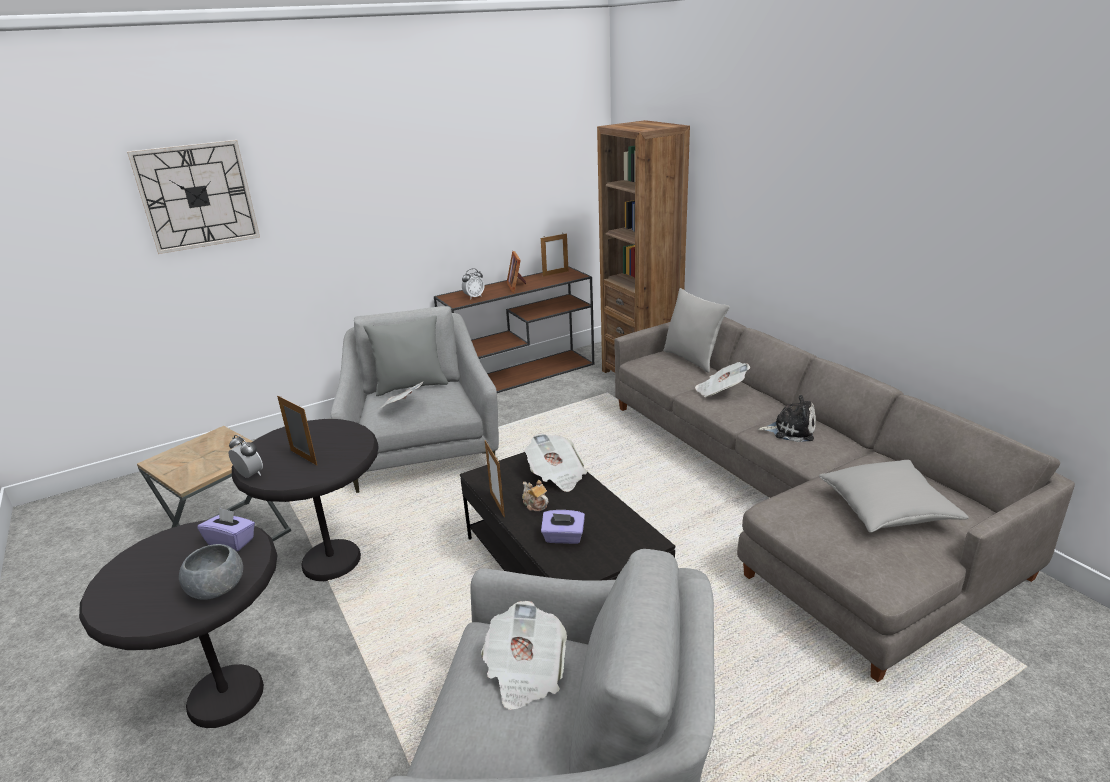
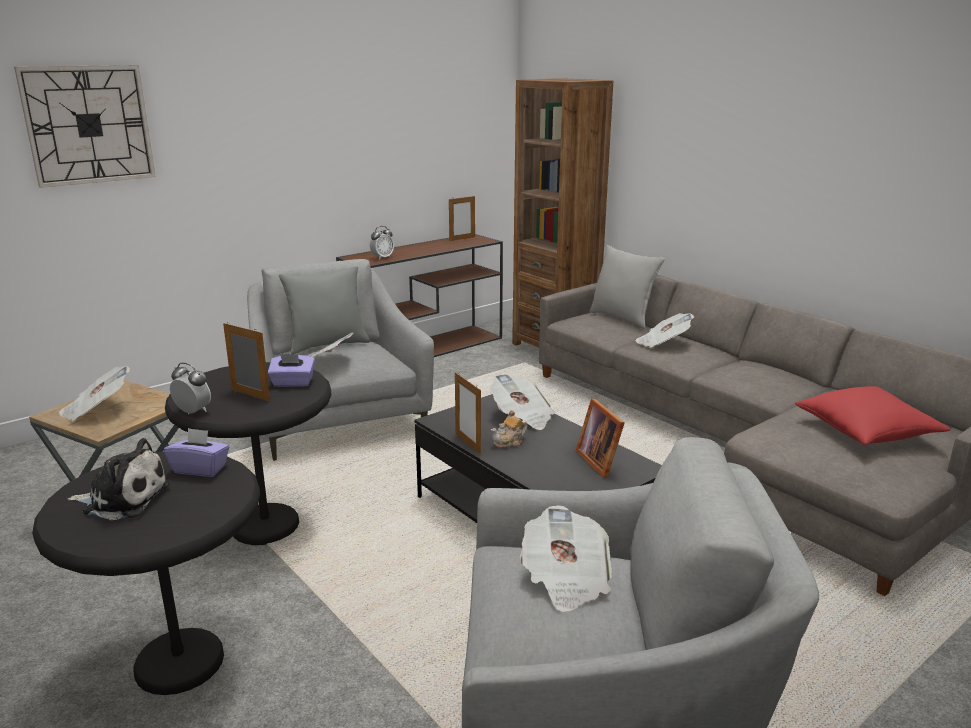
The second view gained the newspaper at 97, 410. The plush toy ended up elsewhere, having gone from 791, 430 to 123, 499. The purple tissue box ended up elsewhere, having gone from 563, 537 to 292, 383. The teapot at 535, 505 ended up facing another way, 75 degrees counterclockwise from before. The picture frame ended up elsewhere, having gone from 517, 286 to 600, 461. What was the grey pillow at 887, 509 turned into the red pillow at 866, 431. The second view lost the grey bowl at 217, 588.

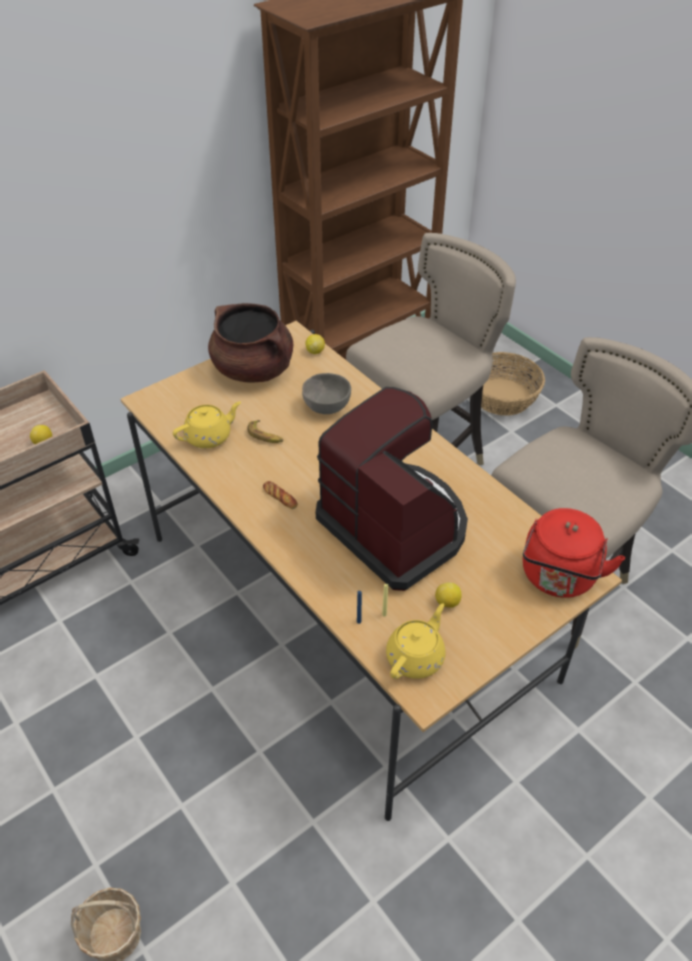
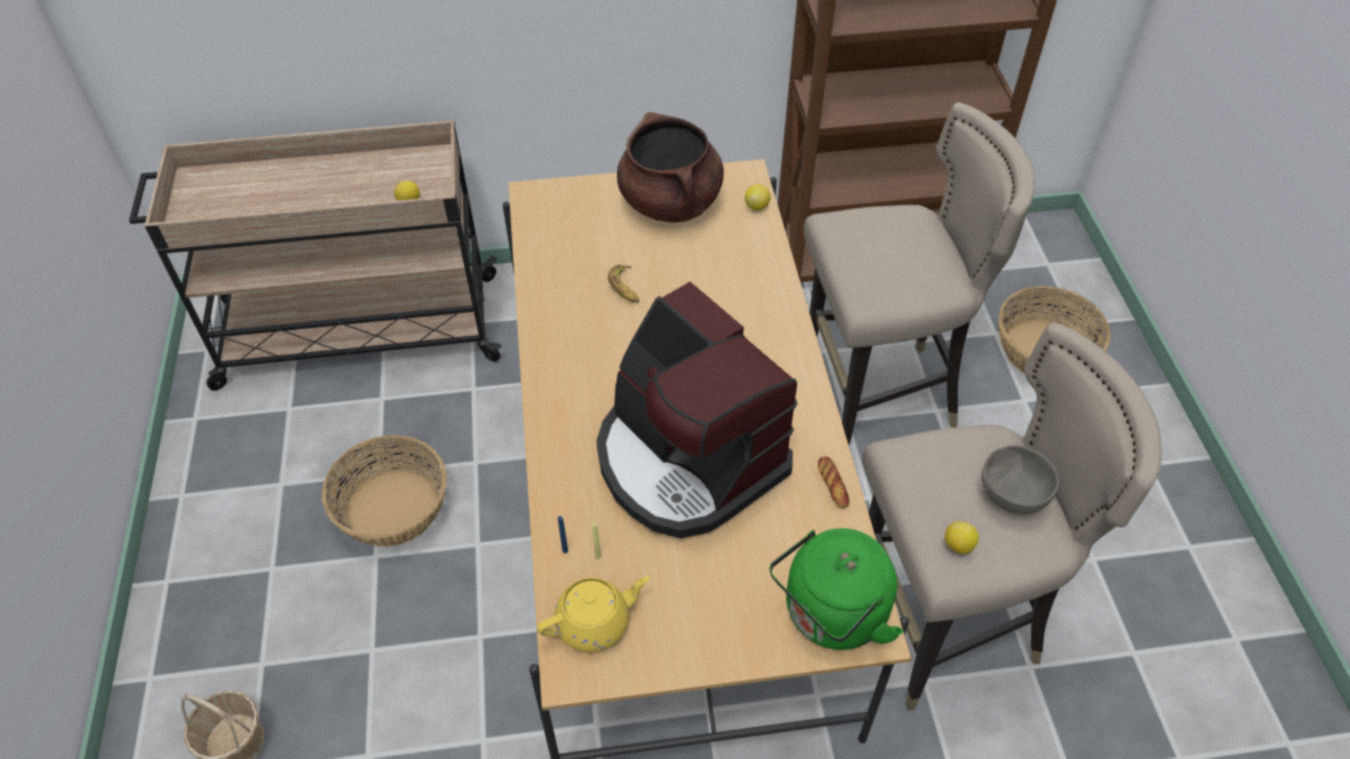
The second view gained the basket at 394, 508. The coffee machine at 395, 527 ended up facing another way, 150 degrees clockwise from before. What was the red kettle at 558, 578 turned into the green kettle at 831, 616. The bread ended up elsewhere, having gone from 280, 497 to 833, 484. The lemon ended up elsewhere, having gone from 447, 603 to 957, 545. The grey bowl ended up elsewhere, having gone from 326, 407 to 1011, 495. The second view lost the yellow teapot at 209, 436.

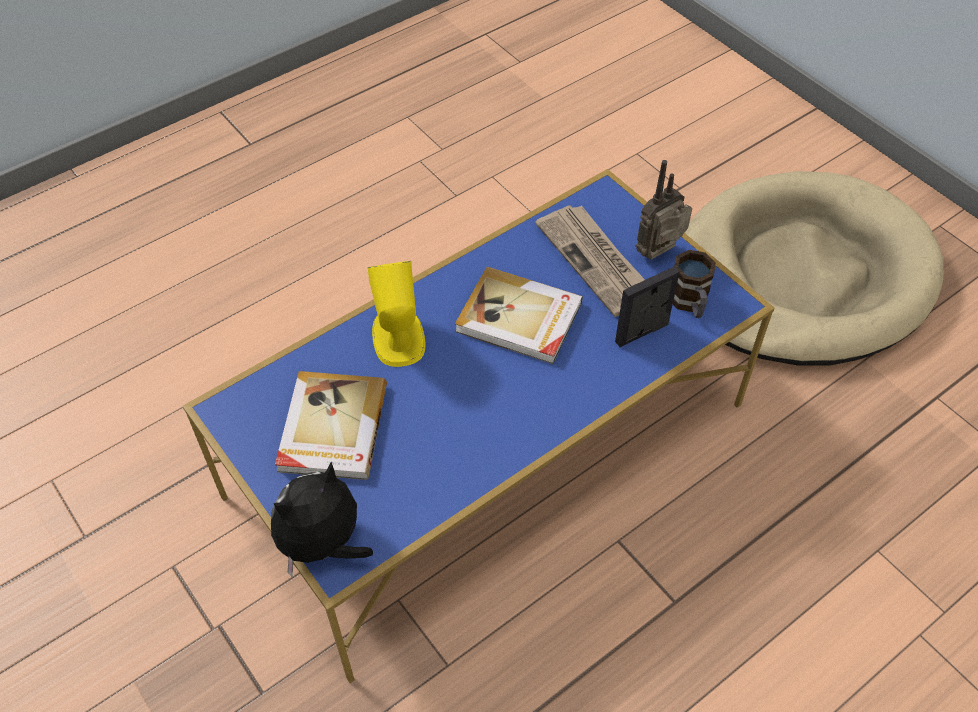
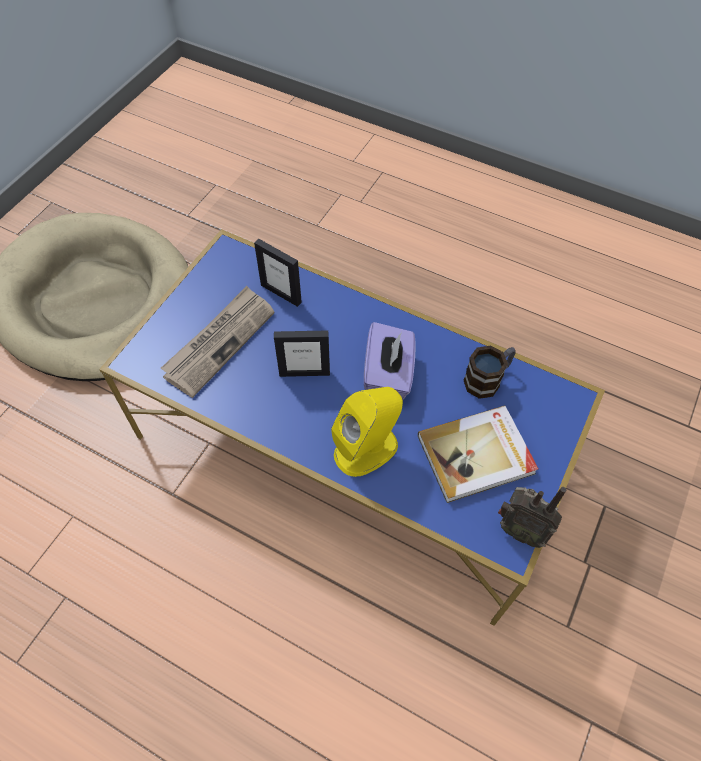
Where the book stood at 519, 319, the picture frame came to stand at 304, 372. The second view gained the purple tissue box at 388, 375. The mug ended up elsewhere, having gone from 690, 303 to 488, 379. The radio ended up elsewhere, having gone from 660, 254 to 519, 530. The second view lost the plush toy at 323, 545.

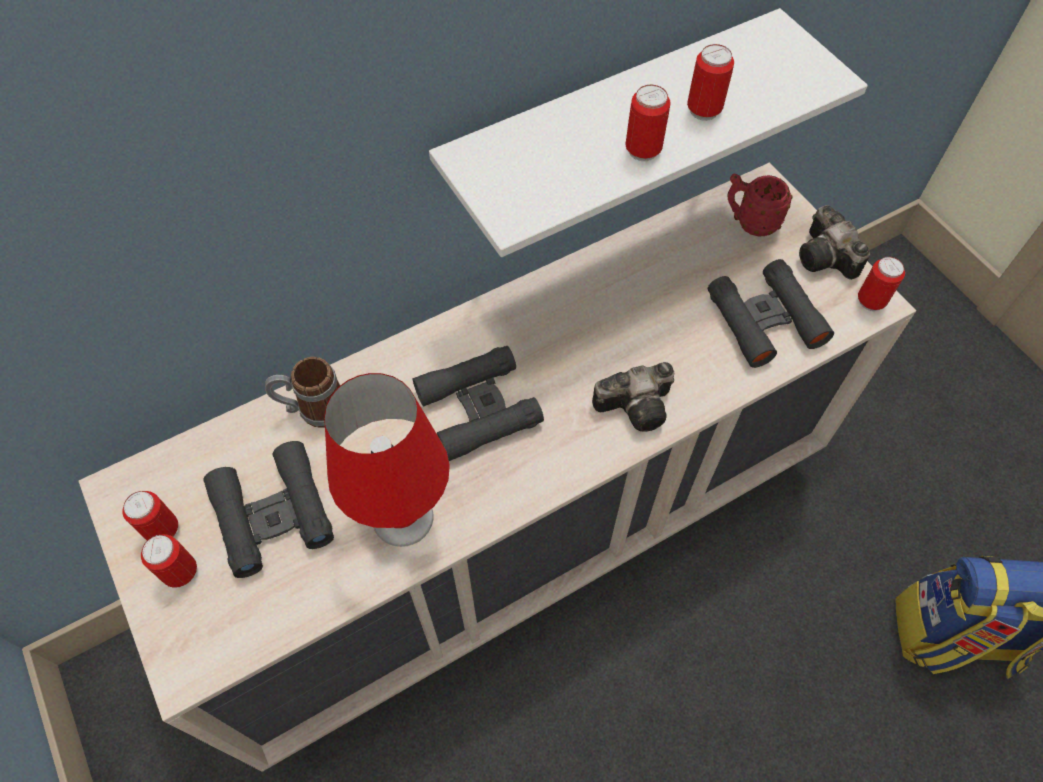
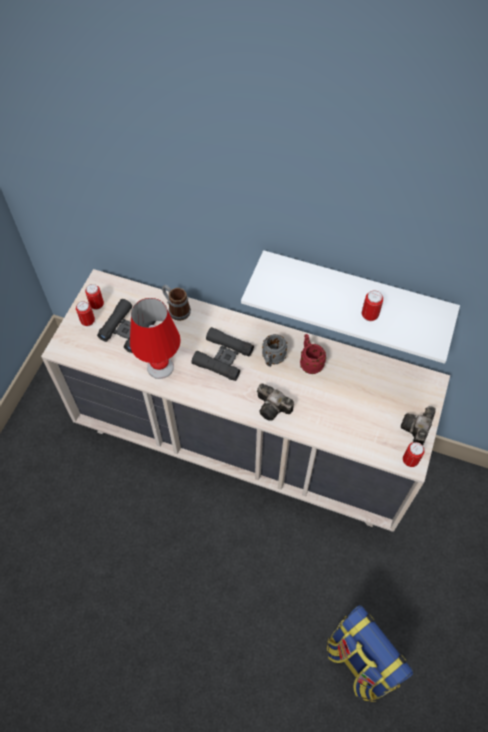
The second view gained the grey mug at 272, 360. The red mug ended up elsewhere, having gone from 750, 222 to 309, 362. The second view lost the can at 643, 151. The second view lost the black binoculars at 765, 320.

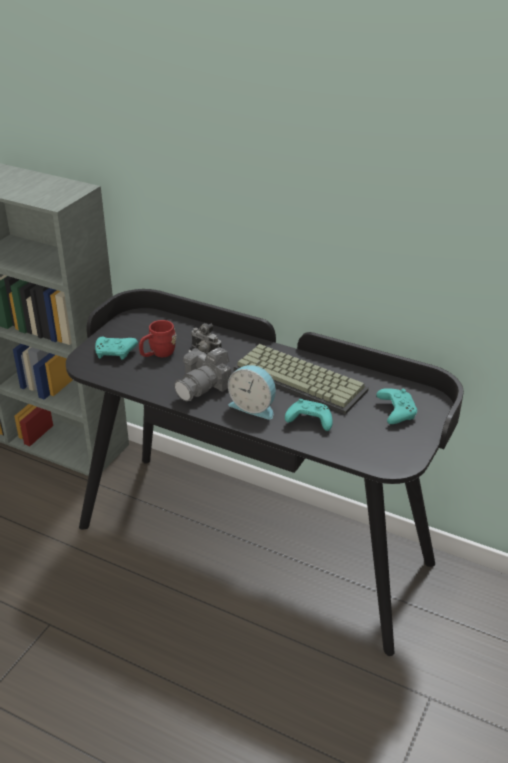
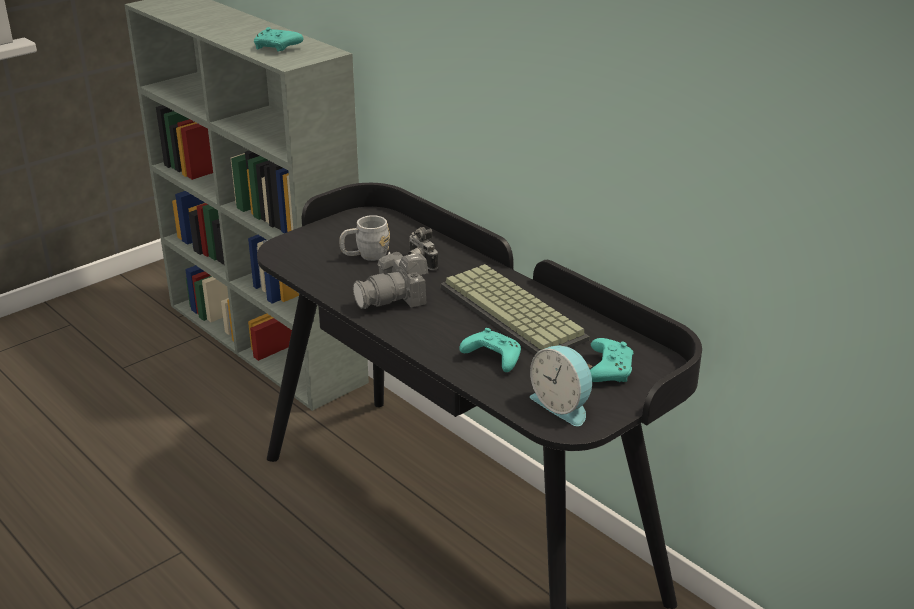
The turquoise game controller ended up elsewhere, having gone from 115, 353 to 277, 48. What was the red mug at 158, 354 turned into the grey mug at 365, 256. The alarm clock ended up elsewhere, having gone from 253, 407 to 562, 405.

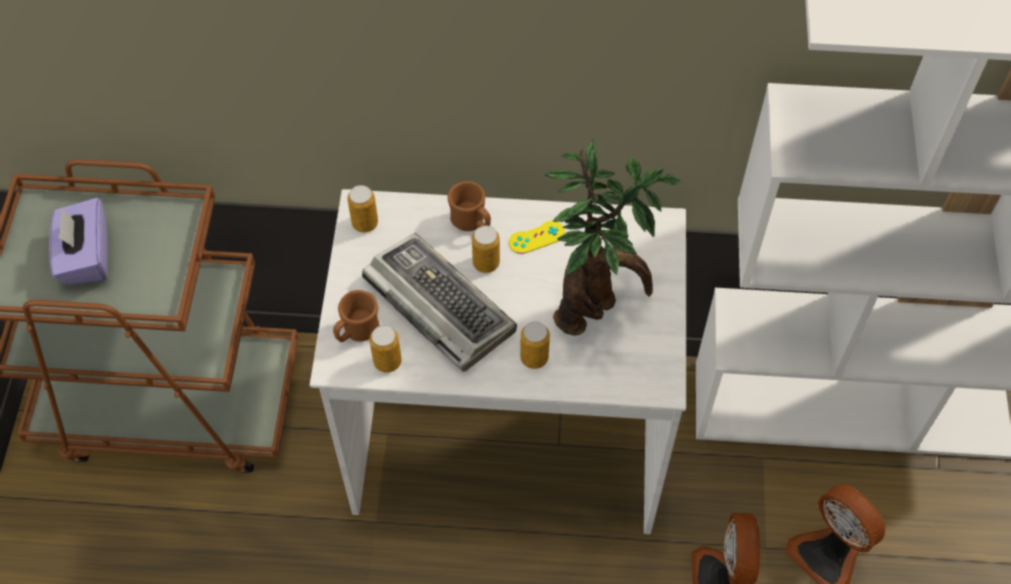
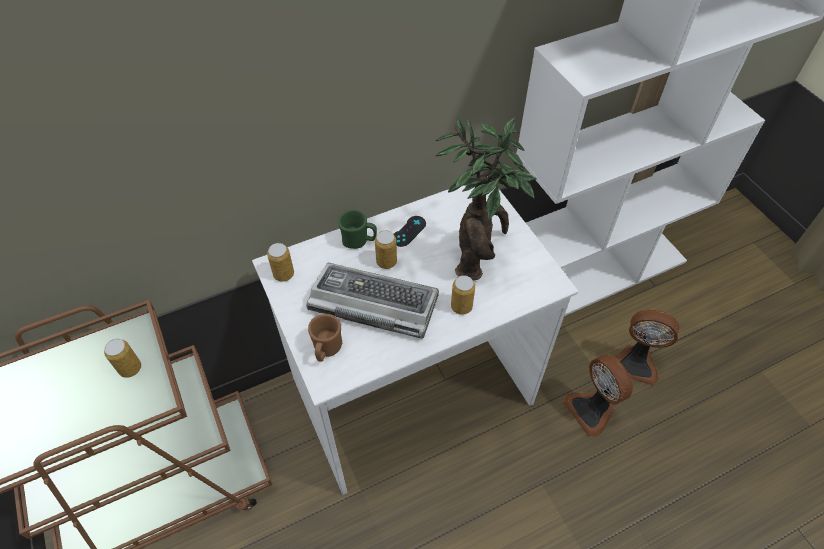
The can ended up elsewhere, having gone from 387, 361 to 130, 368. What was the brown mug at 471, 222 turned into the green mug at 359, 241. What was the yellow game controller at 536, 237 turned into the black game controller at 408, 231. The second view lost the purple tissue box at 86, 257.

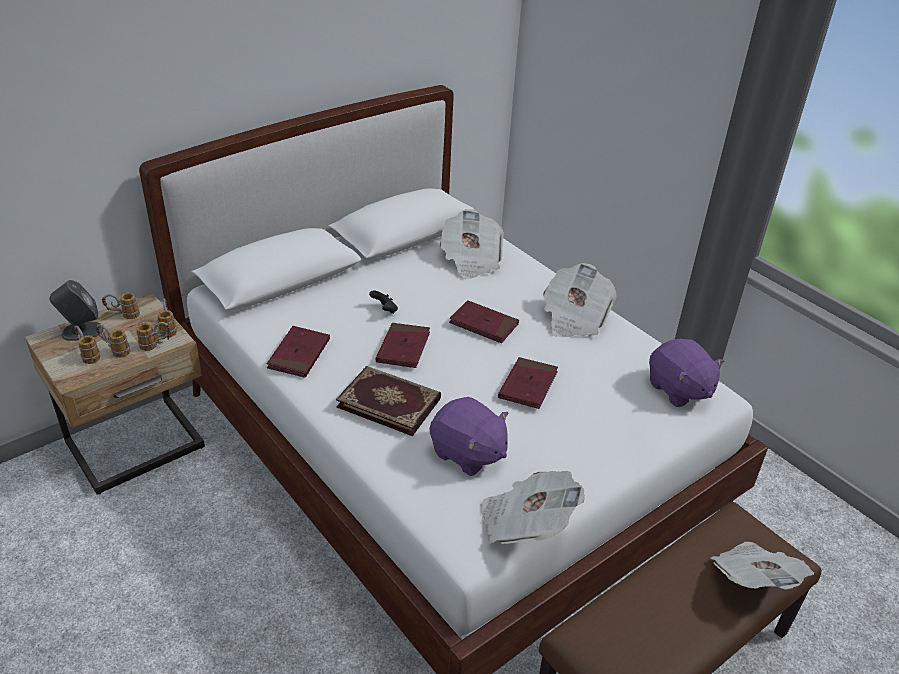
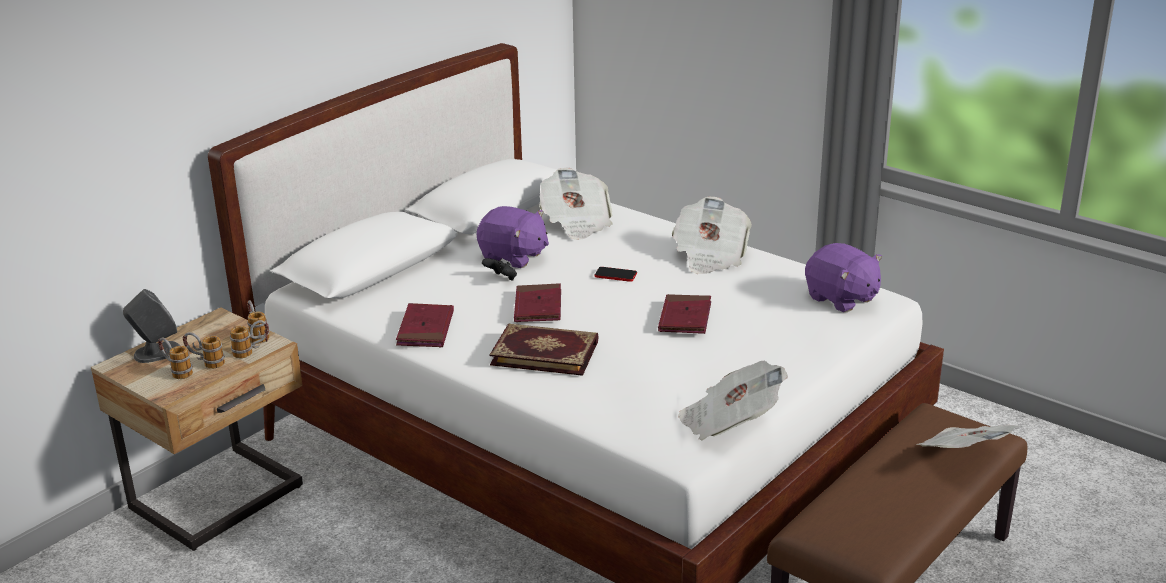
The purple plush toy ended up elsewhere, having gone from 468, 453 to 513, 257. Where the red book stood at 483, 324, the phone came to stand at 615, 275. The second view lost the mug at 123, 316.

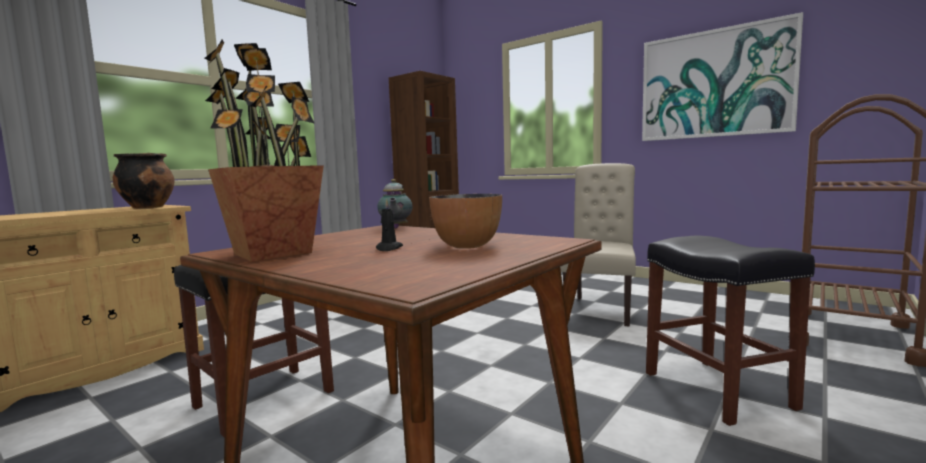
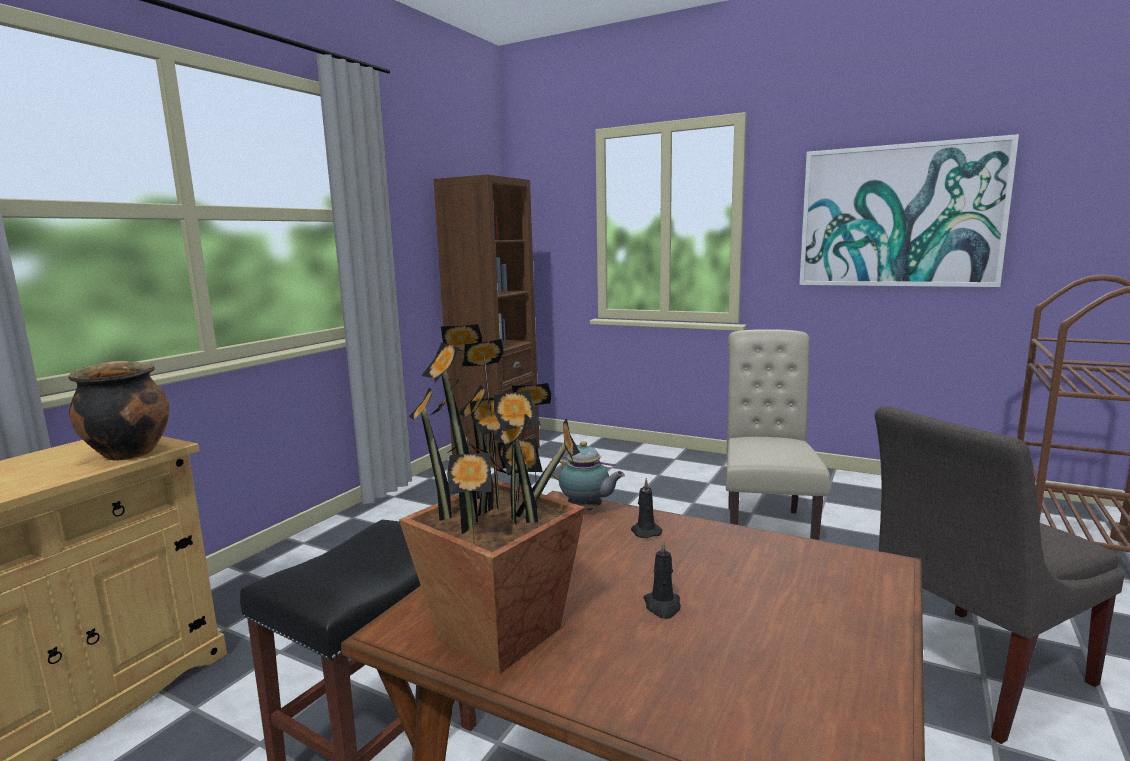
The teapot at 395, 228 ended up facing another way, 45 degrees counterclockwise from before. The second view gained the black candle at 645, 531. Where the black stool stood at 714, 389, the grey chair came to stand at 968, 670. The second view lost the bowl at 466, 246.

